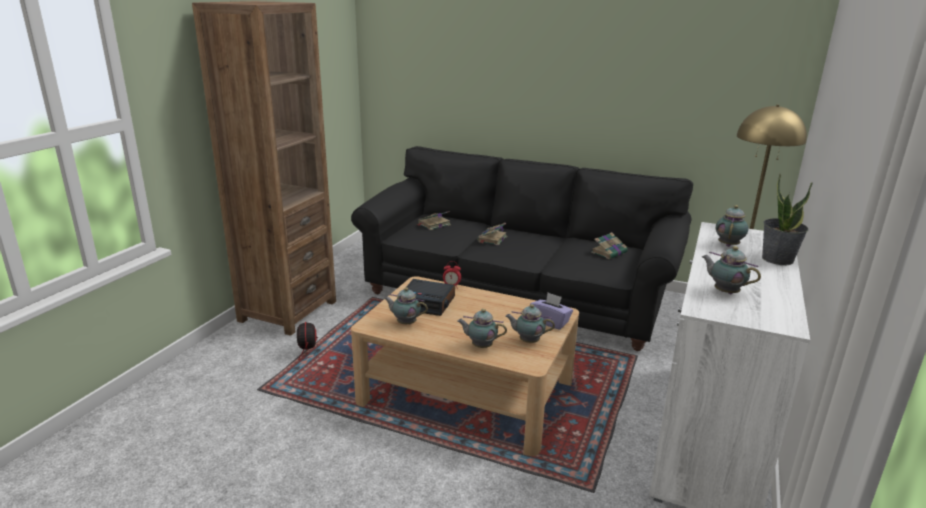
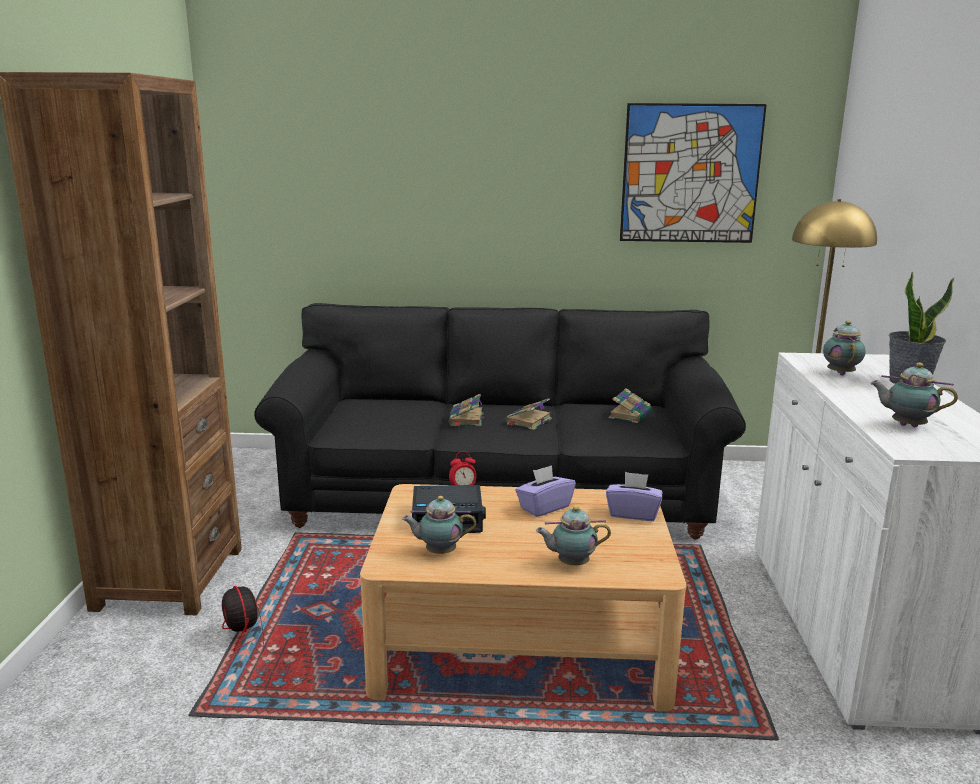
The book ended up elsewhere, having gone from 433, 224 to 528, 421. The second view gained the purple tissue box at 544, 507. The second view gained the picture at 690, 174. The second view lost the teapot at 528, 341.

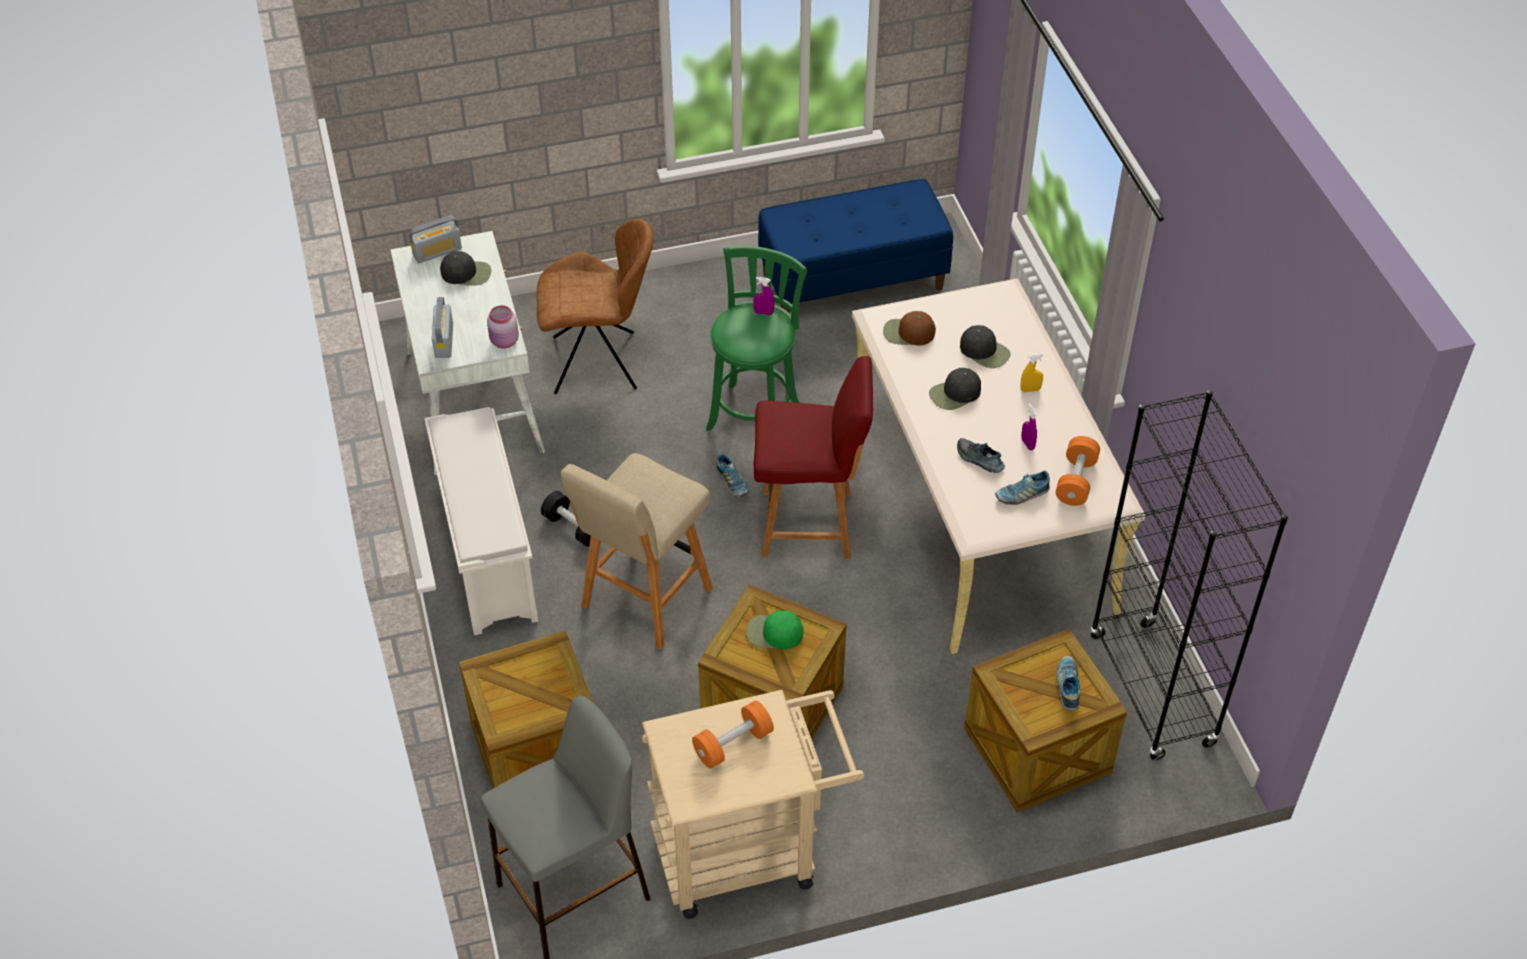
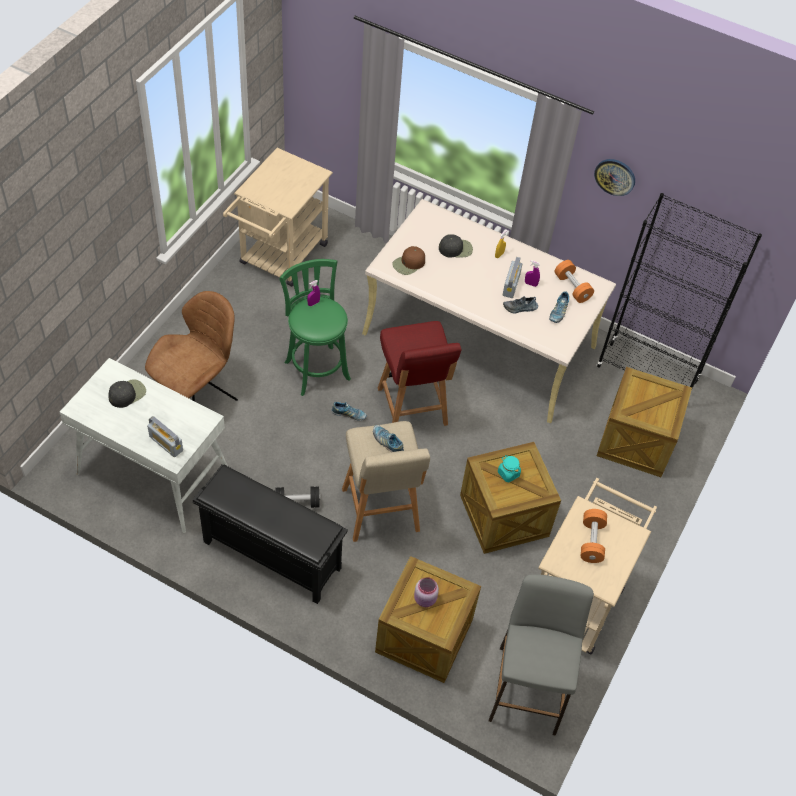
What was the white shoe rack at 487, 556 turned into the black shoe rack at 270, 555. Where the blue bench stood at 853, 280, the beige cart came to stand at 280, 258. The shoe ended up elsewhere, having gone from 1068, 686 to 387, 442. The red chair at 809, 524 ended up facing another way, 120 degrees clockwise from before. The pink jar ended up elsewhere, having gone from 504, 342 to 425, 599. Where the green cap stood at 773, 633, the turquoise jar came to stand at 508, 473. The radio ended up elsewhere, having gone from 437, 252 to 511, 285. The second view gained the wall clock at 615, 176. The second view lost the black cap at 955, 394.

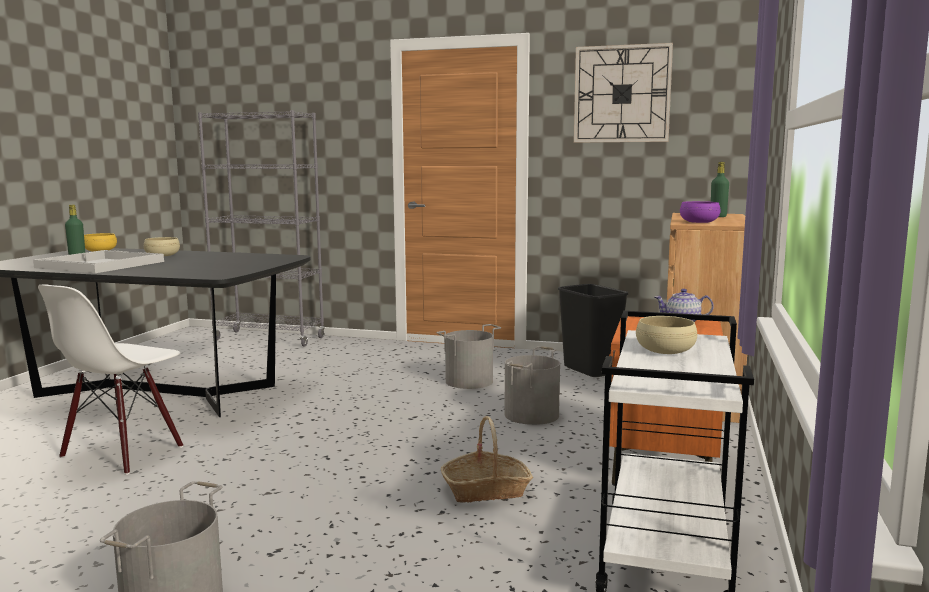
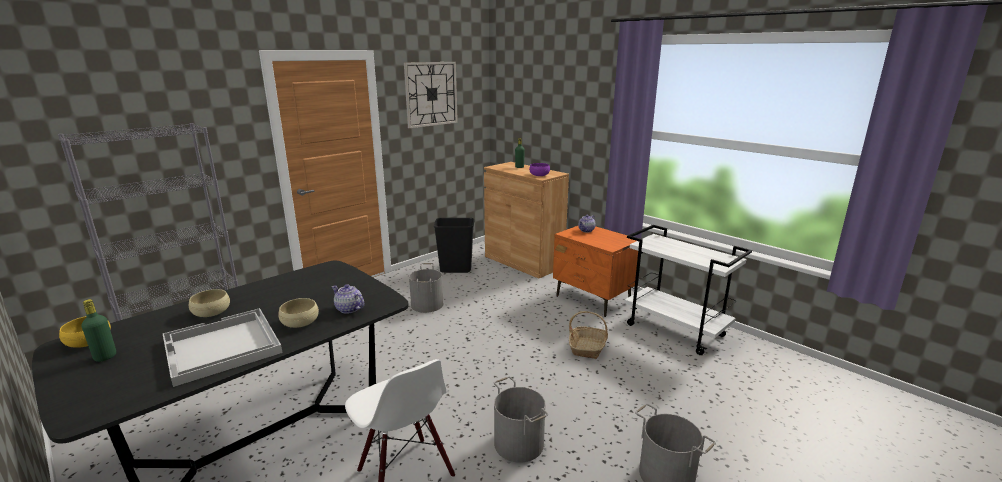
The beige bowl ended up elsewhere, having gone from 665, 350 to 300, 322. The second view gained the teapot at 348, 309. The grey bucket ended up elsewhere, having gone from 532, 415 to 519, 443.

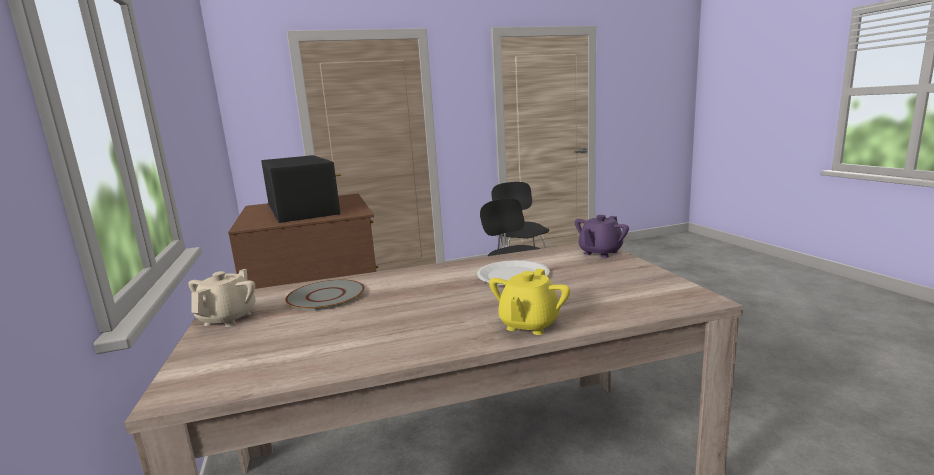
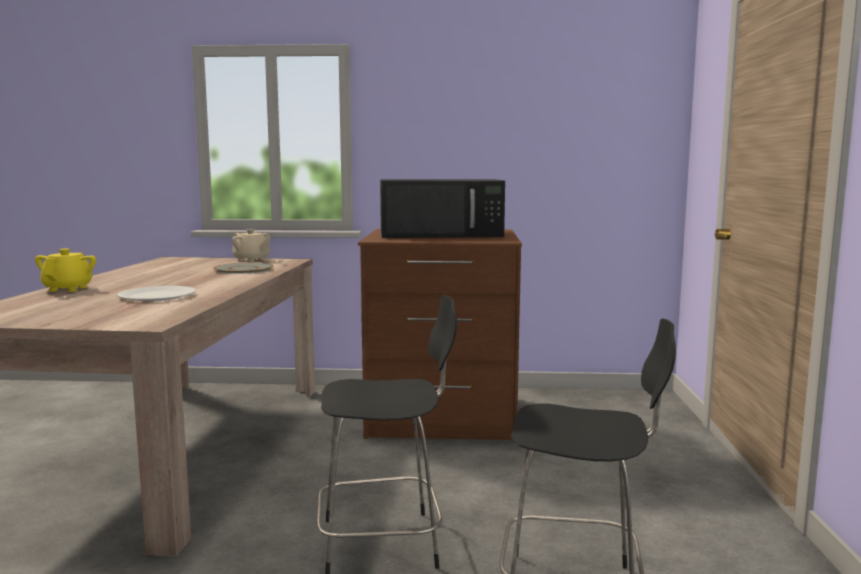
The yellow teapot at 529, 325 ended up facing another way, 45 degrees clockwise from before. The second view lost the purple teapot at 600, 252.

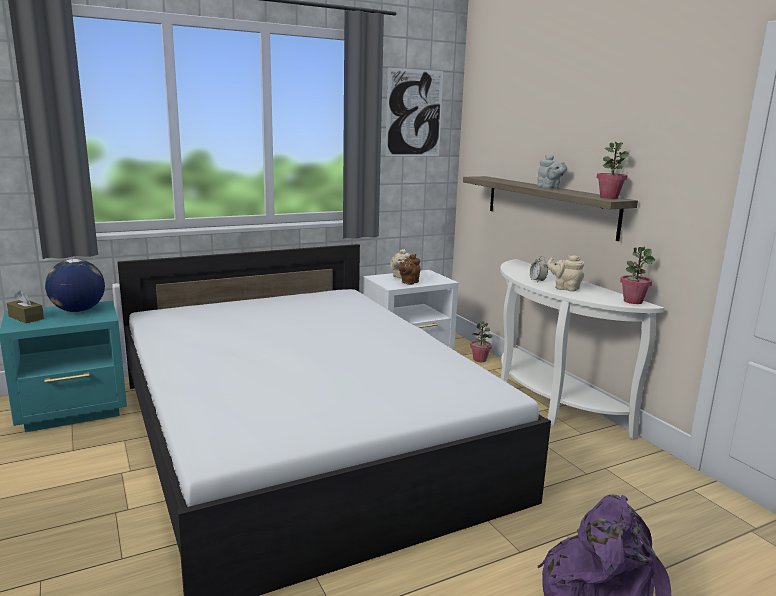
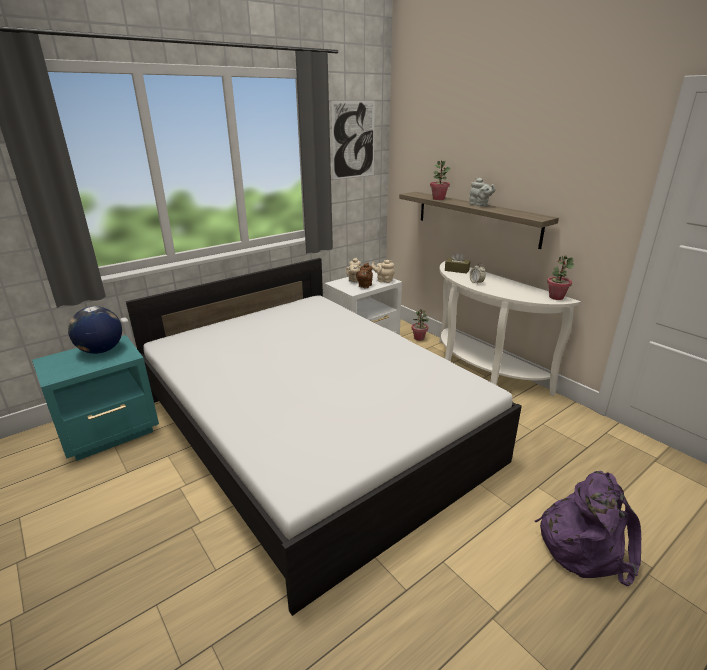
The beige teapot ended up elsewhere, having gone from 565, 288 to 383, 280. The potted plant ended up elsewhere, having gone from 609, 197 to 438, 199. The brown tissue box ended up elsewhere, having gone from 26, 317 to 457, 270.

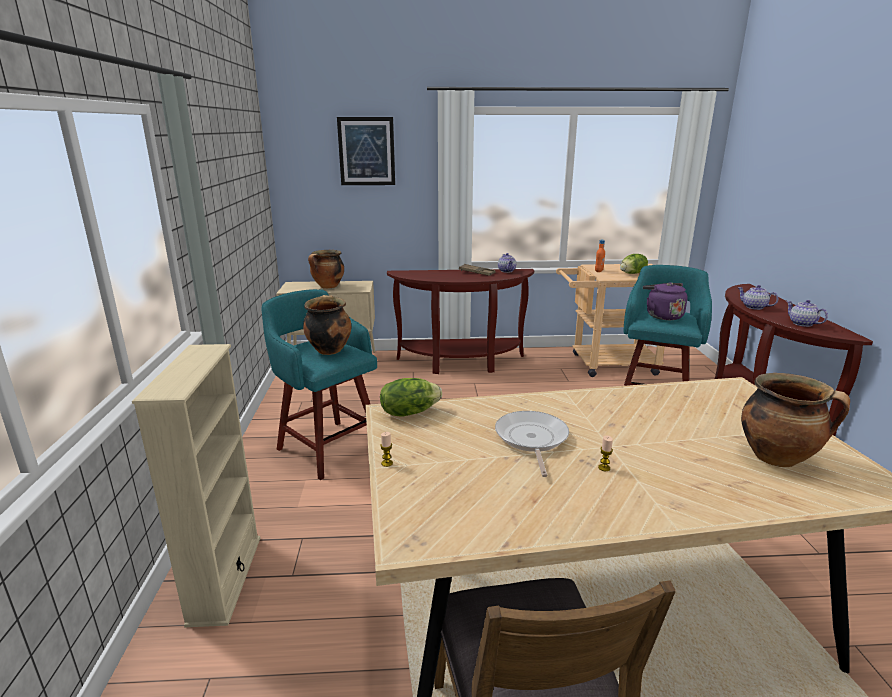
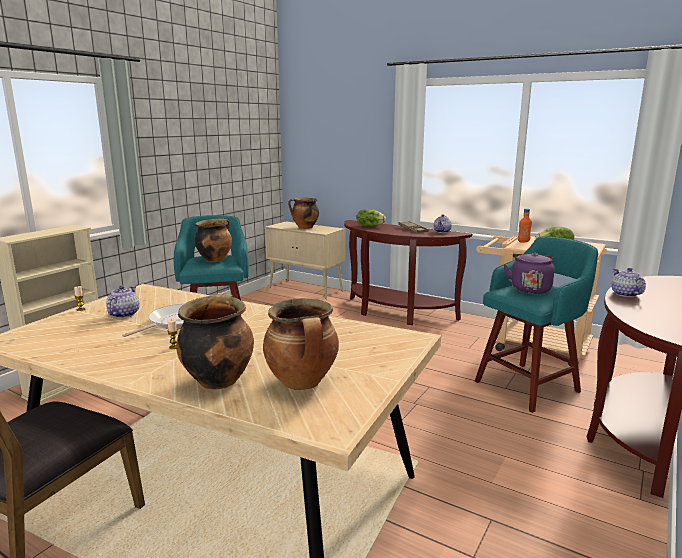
The teapot ended up elsewhere, having gone from 802, 323 to 124, 314. The second view gained the cooking pot at 218, 379. The lettuce ended up elsewhere, having gone from 409, 412 to 369, 226. The second view lost the picture at 366, 151.

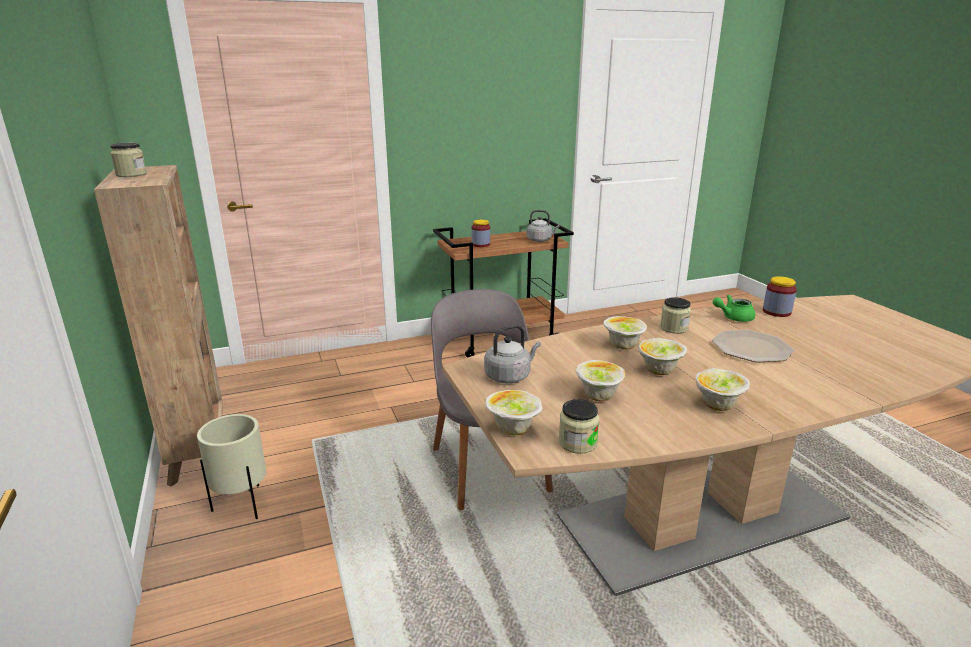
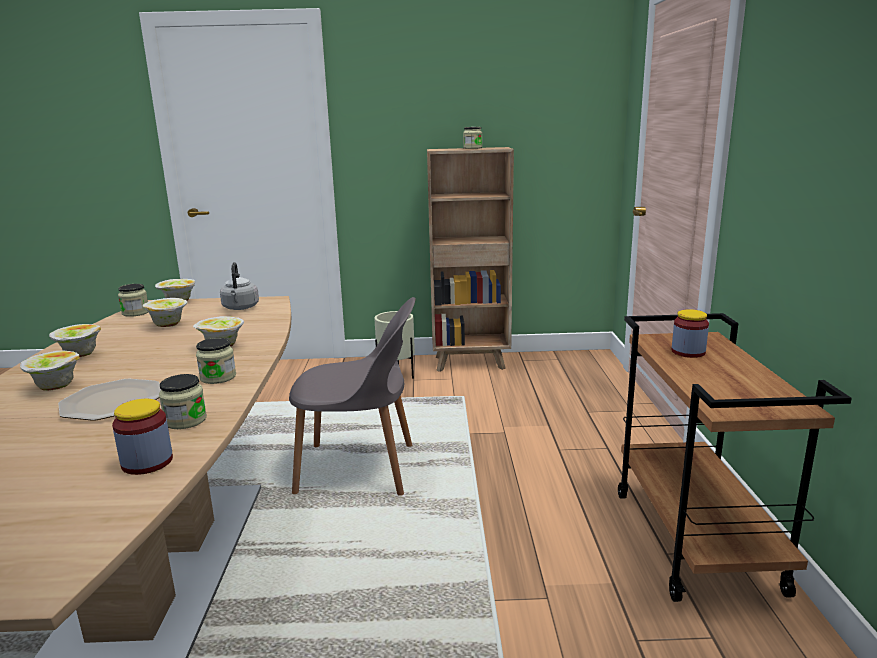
The bowl ended up elsewhere, having gone from 660, 371 to 54, 387. Where the green teapot stood at 733, 318, the jar came to stand at 185, 420. The second view lost the grey kettle at 540, 240.

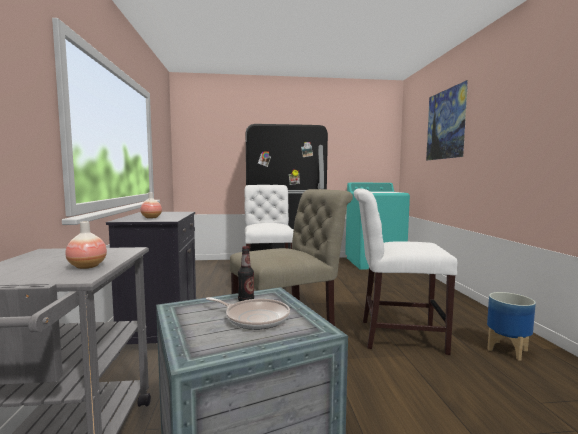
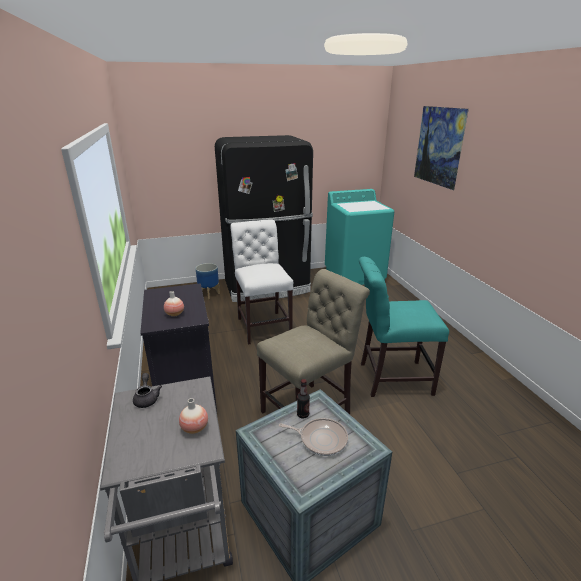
The second view gained the grey teapot at 147, 398. The planter ended up elsewhere, having gone from 507, 350 to 209, 294. What was the white chair at 395, 335 turned into the turquoise chair at 390, 378.

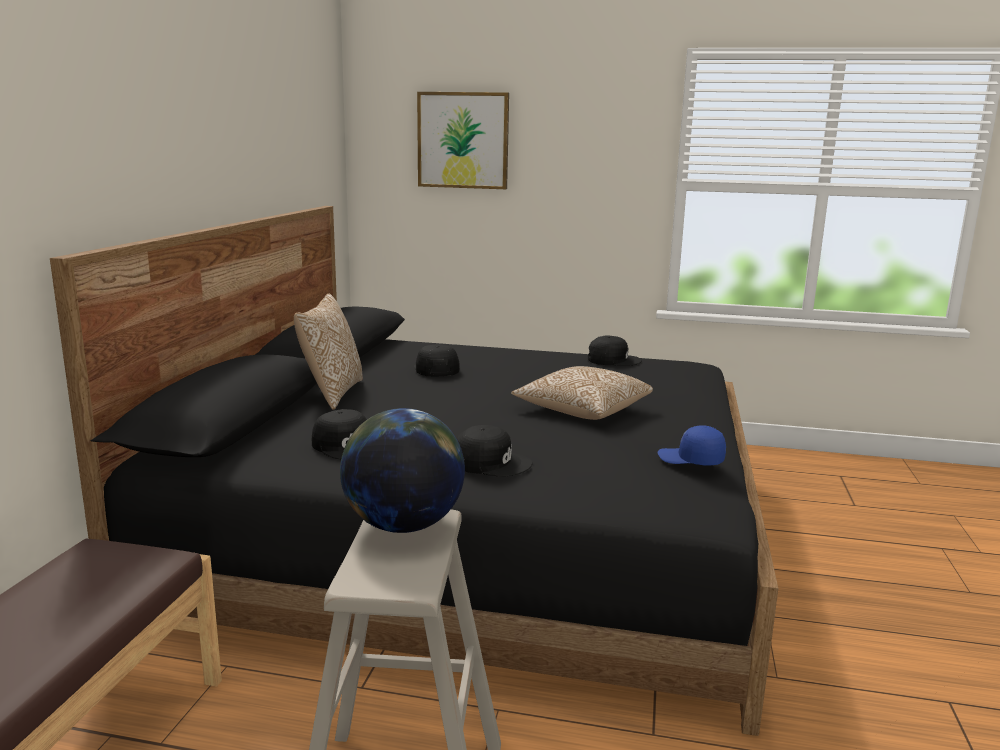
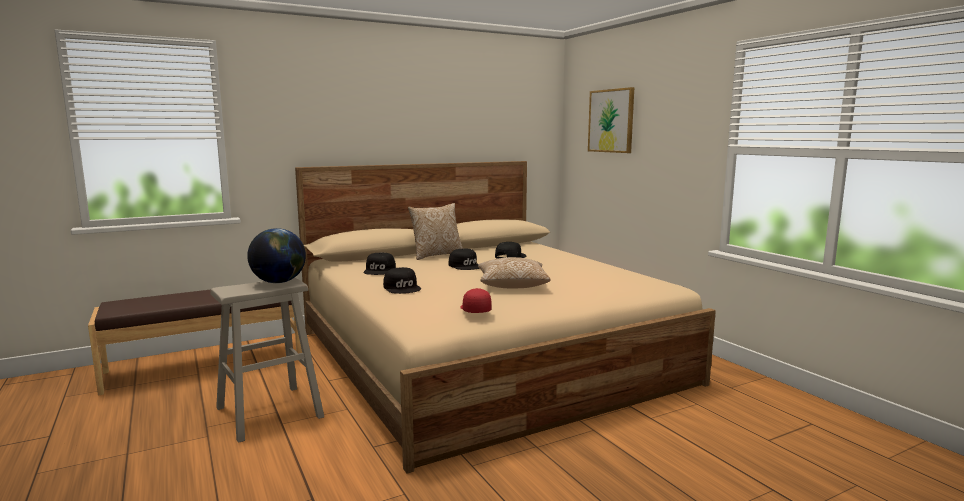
What was the black bed at 475, 534 turned into the beige bed at 484, 356. The black cap ended up elsewhere, having gone from 613, 360 to 466, 266. What was the blue cap at 690, 460 turned into the red cap at 474, 310.

